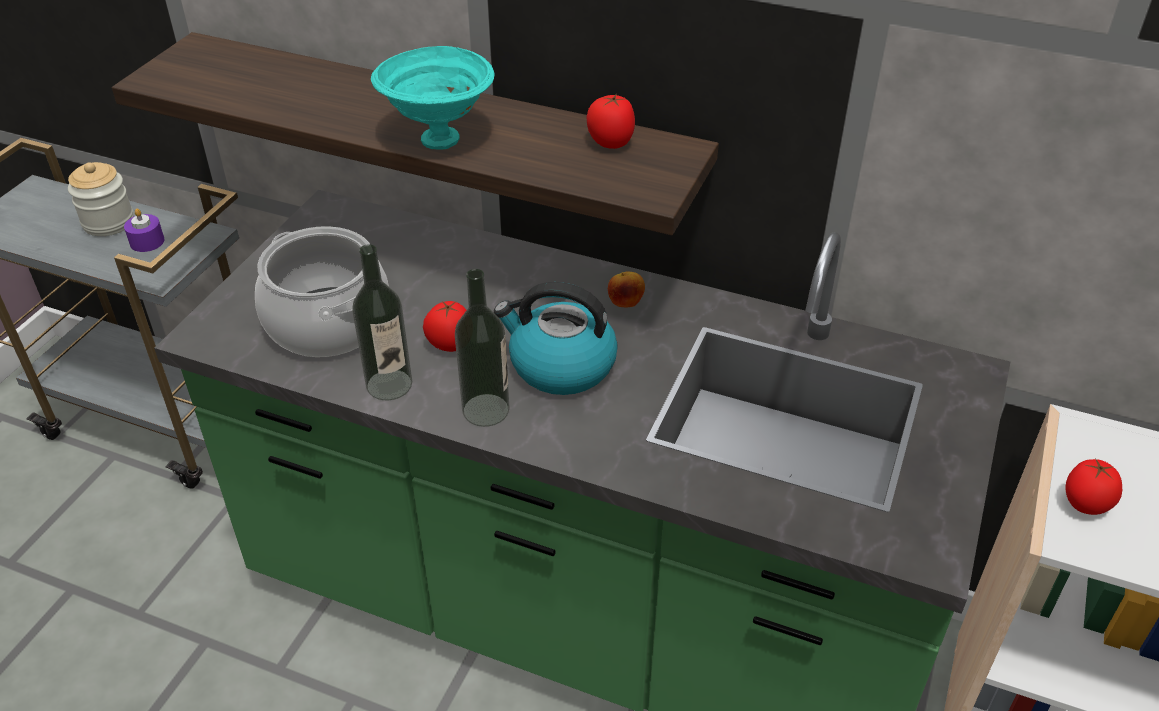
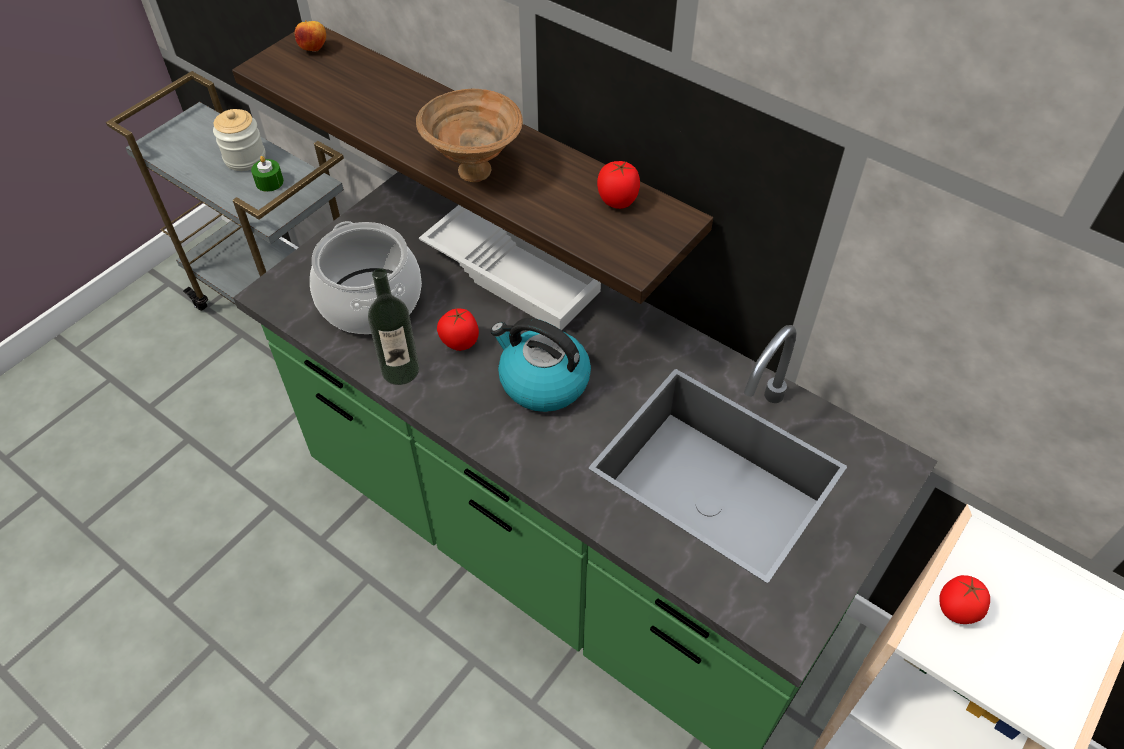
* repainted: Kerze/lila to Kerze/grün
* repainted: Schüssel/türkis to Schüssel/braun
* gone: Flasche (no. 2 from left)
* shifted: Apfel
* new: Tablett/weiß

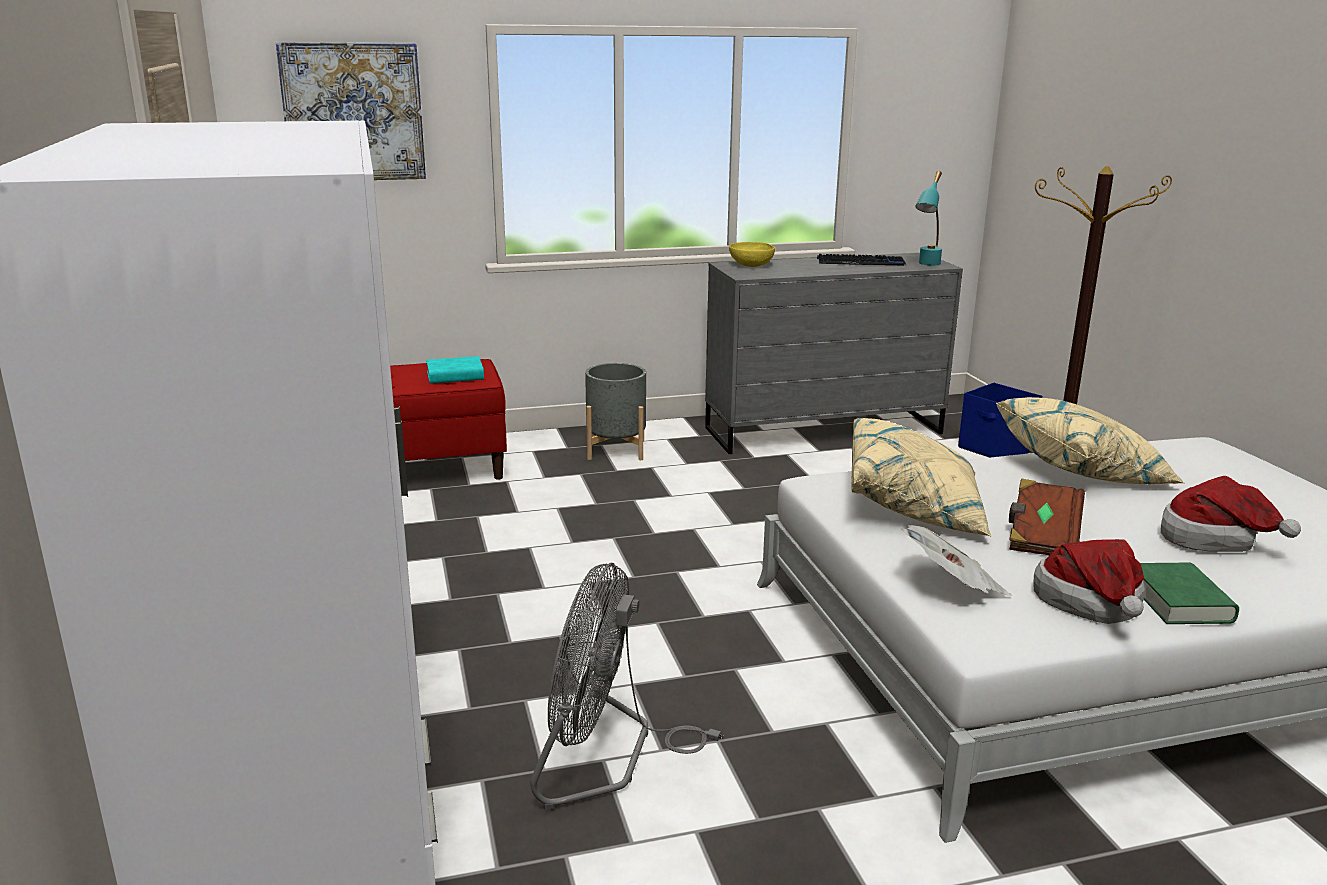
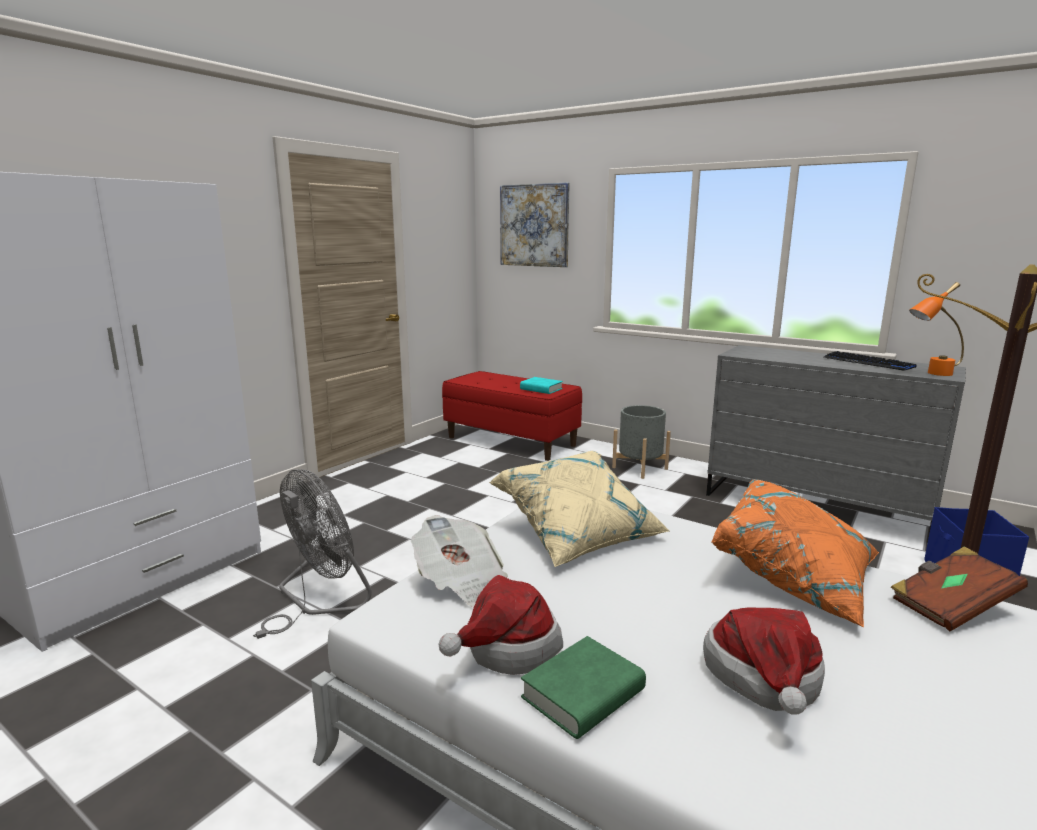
* rotated: Ventilator/grau 75 degrees clockwise
* gone: Schüssel/gelb
* repainted: Tischlampe/türkis to Tischlampe/orange
* repainted: Kissen/beige (no. 2 from left) to Kissen/orange
* shifted: Buch/braun

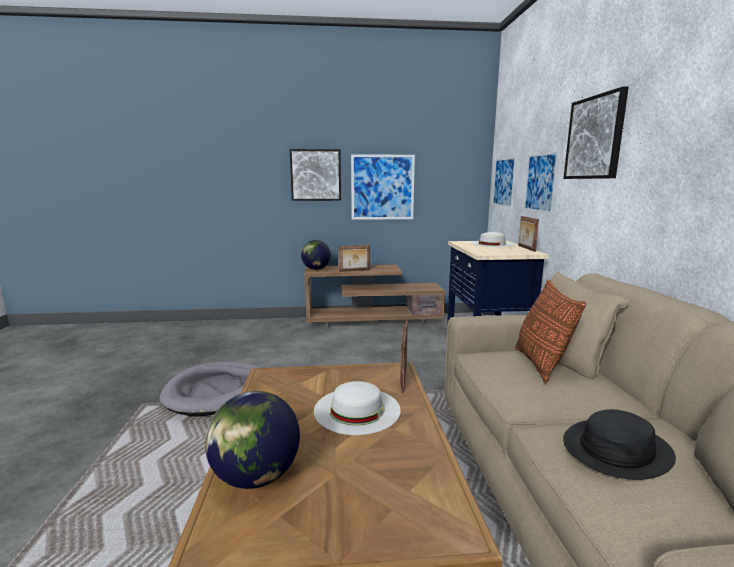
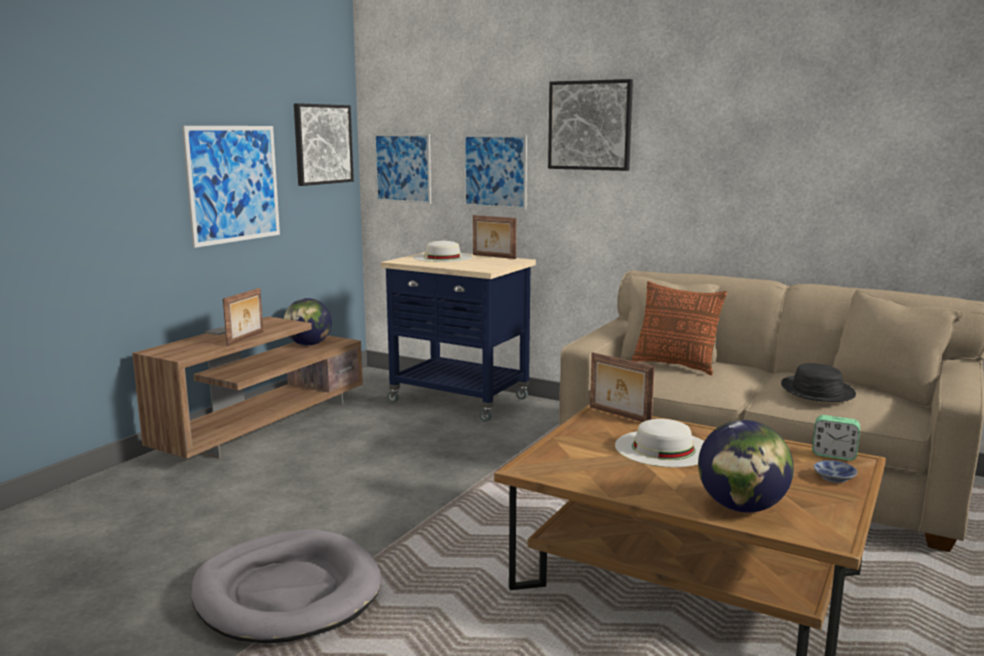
* shifted: Bild (no. 1 from left in the first image) to Bild (no. 2 from left)
* shifted: Globus (no. 2 from left in the first image) to Globus (no. 1 from left)
* new: Wecker
* new: Schüssel

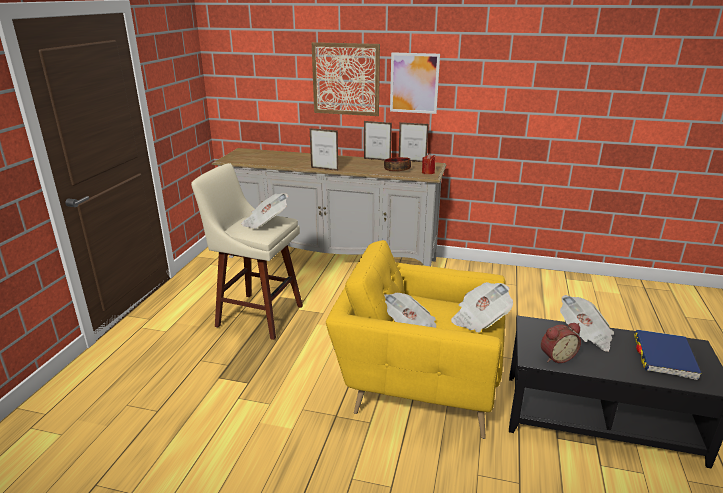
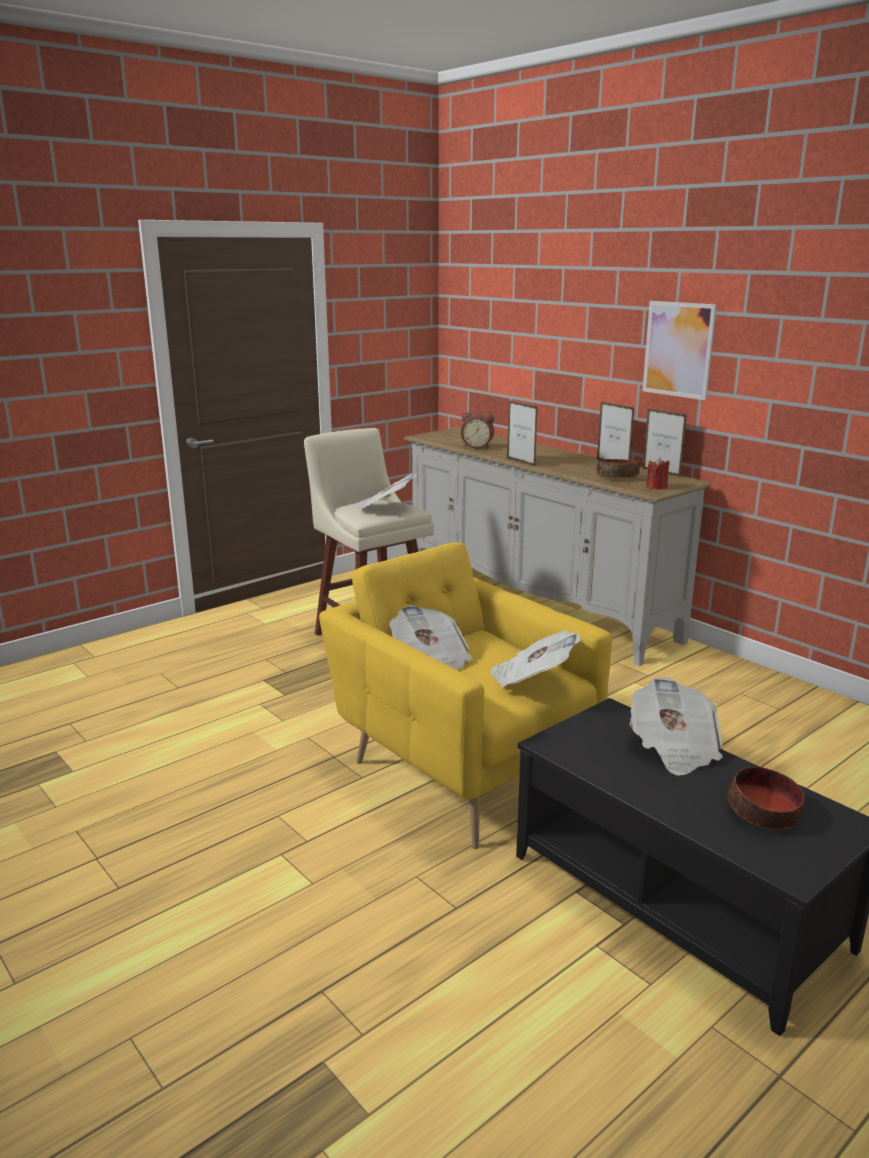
* gone: Bild (no. 1 from left)
* shifted: Wecker
* swapped: Buch/blau to Schüssel (no. 2 from left)

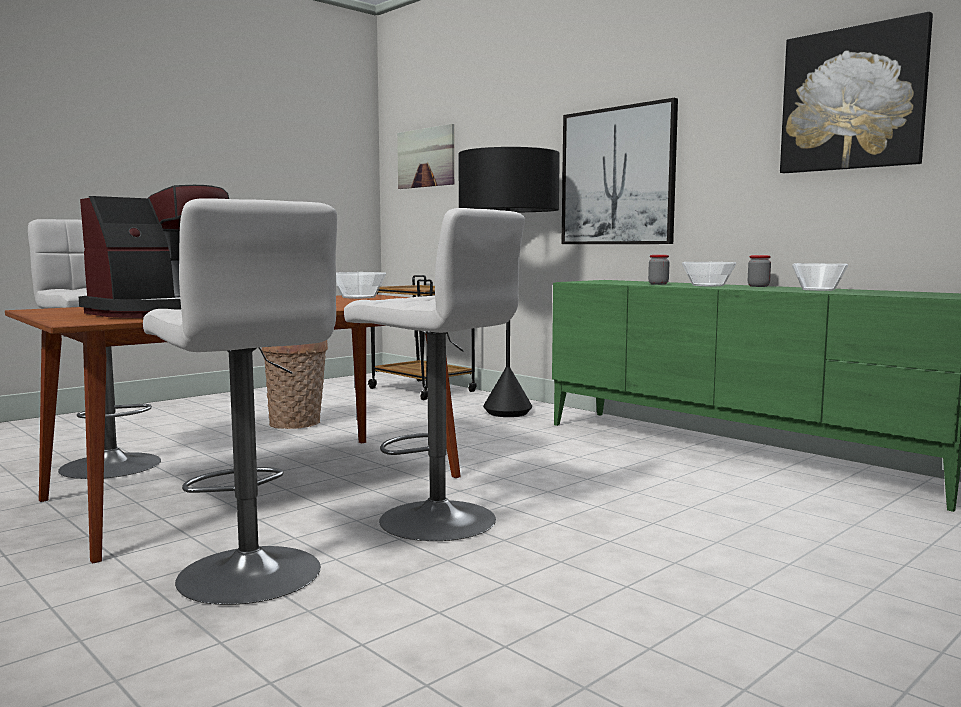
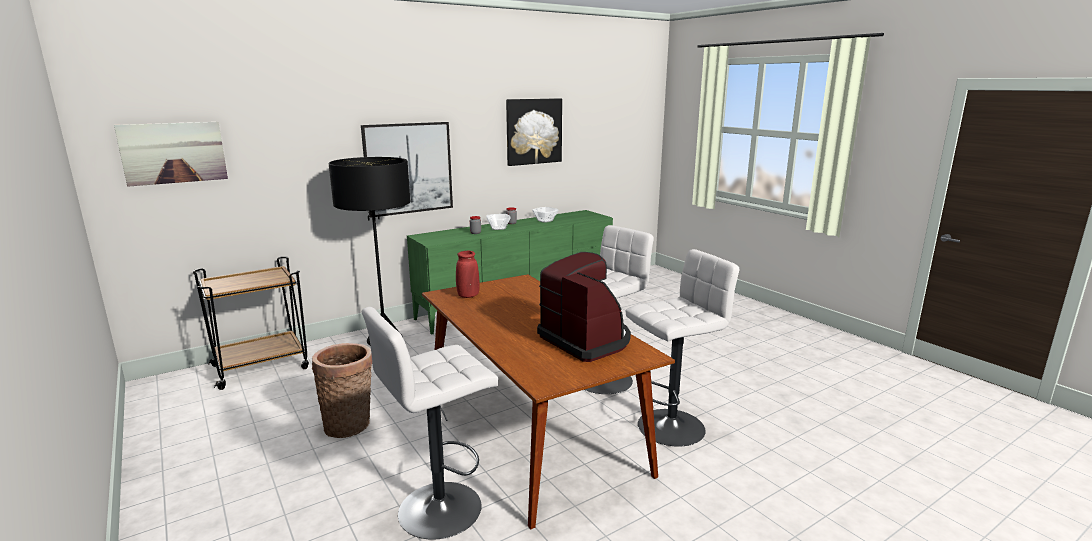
* swapped: Schüssel (no. 1 from left) to Vase/rot

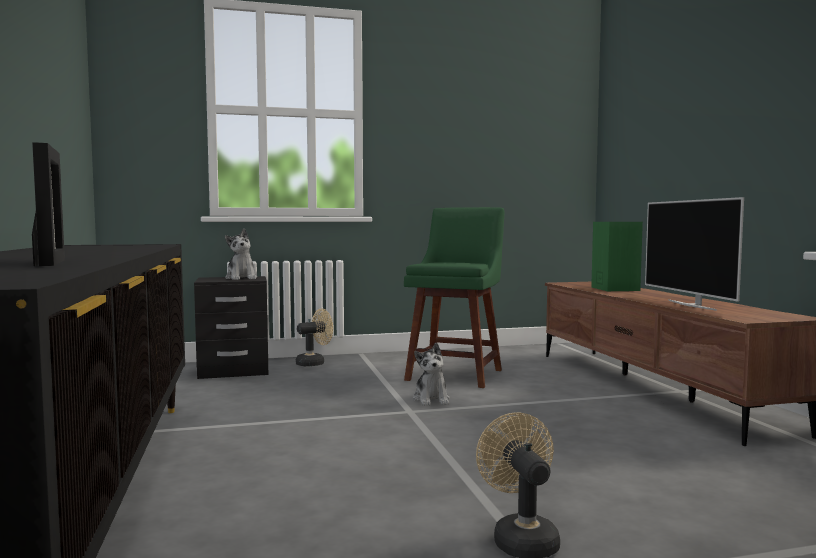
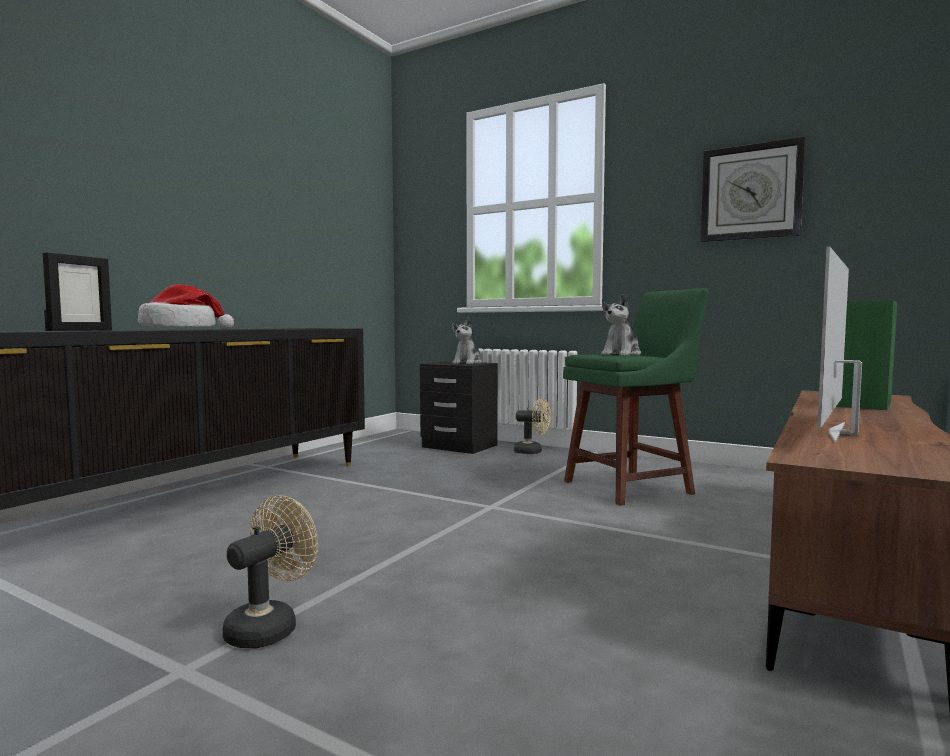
* shifted: Plüschtier (no. 2 from left)
* new: Hut
* new: Wanduhr

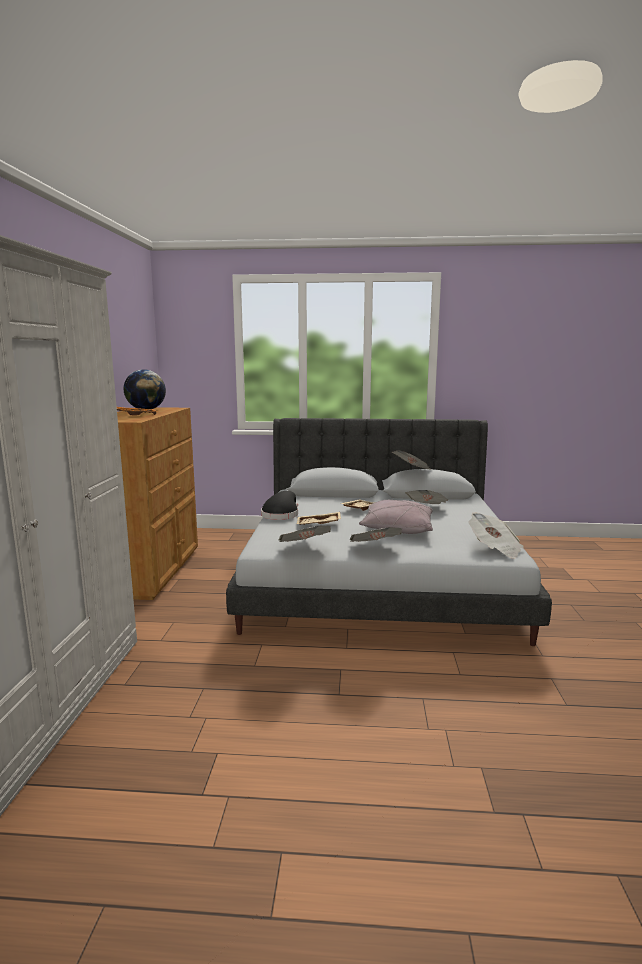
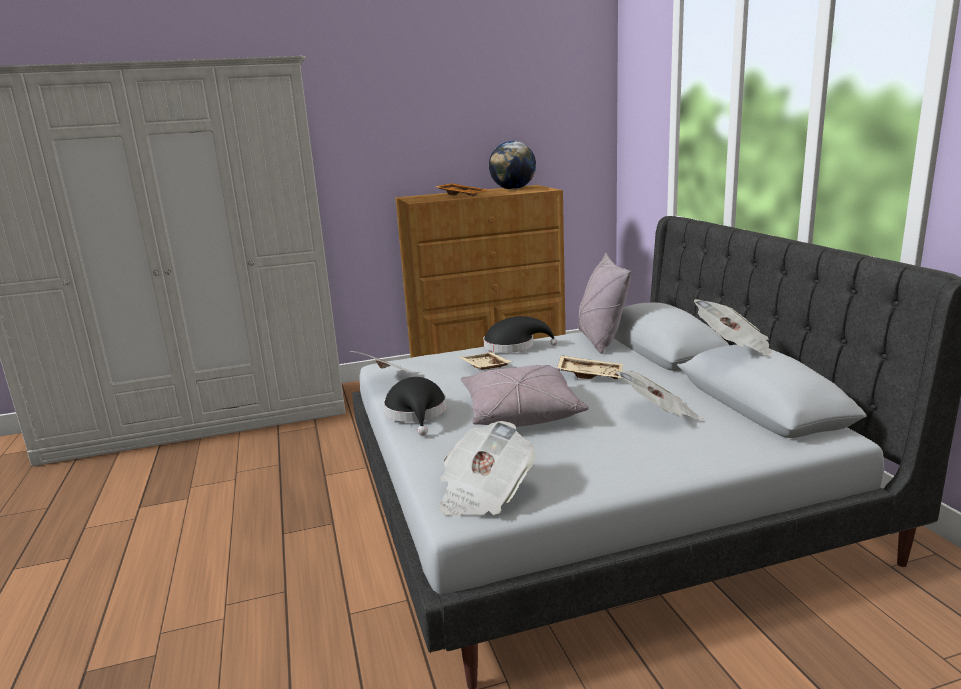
* swapped: Zeitung (no. 2 from left) to Hut/schwarz (no. 1 from left)
* new: Kissen/lila (no. 2 from left)

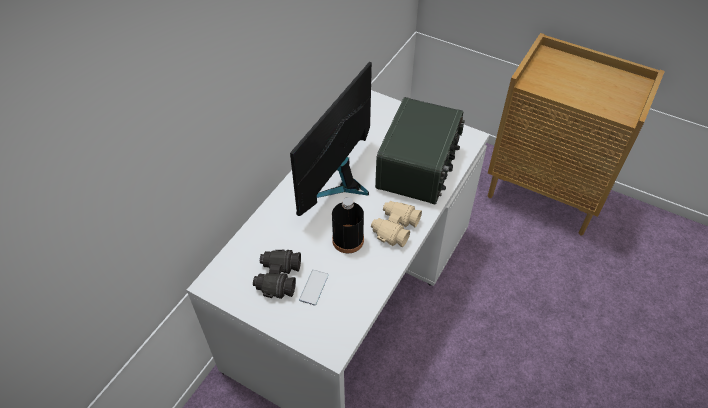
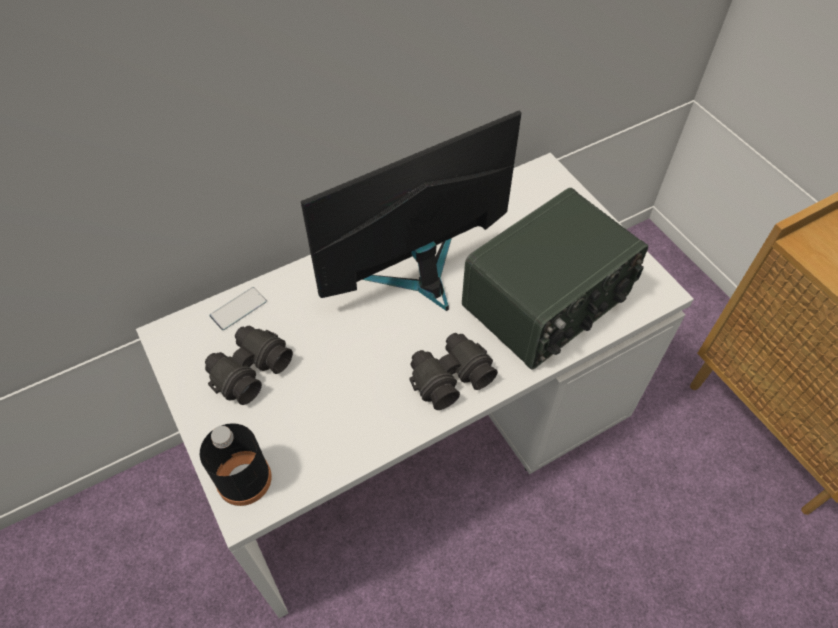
* shifted: Handy
* shifted: Flasche/schwarz
* repainted: Fernglas/beige to Fernglas/schwarz (no. 2 from left)

